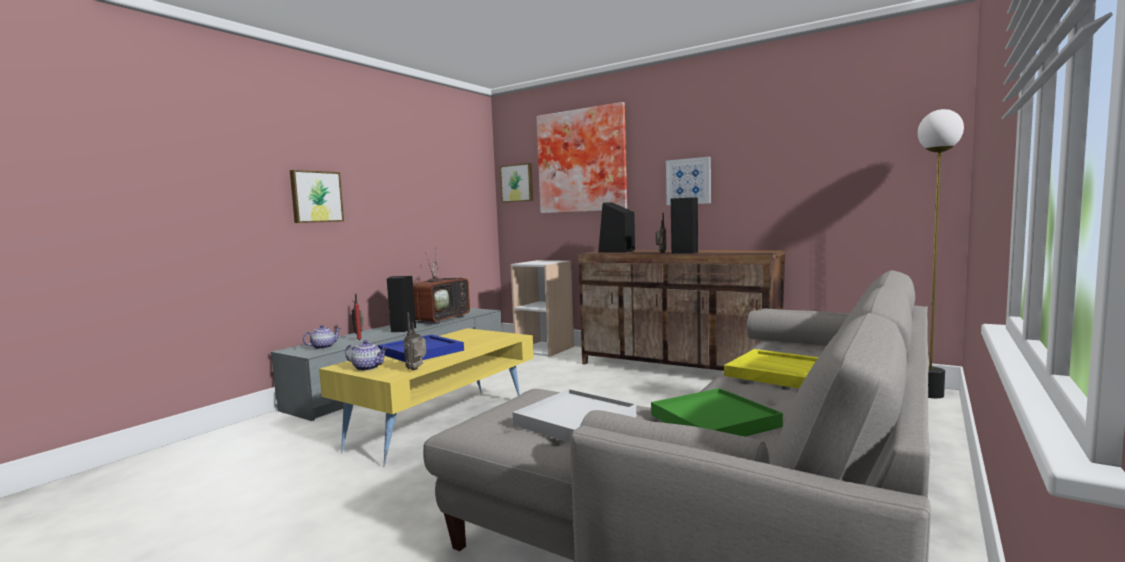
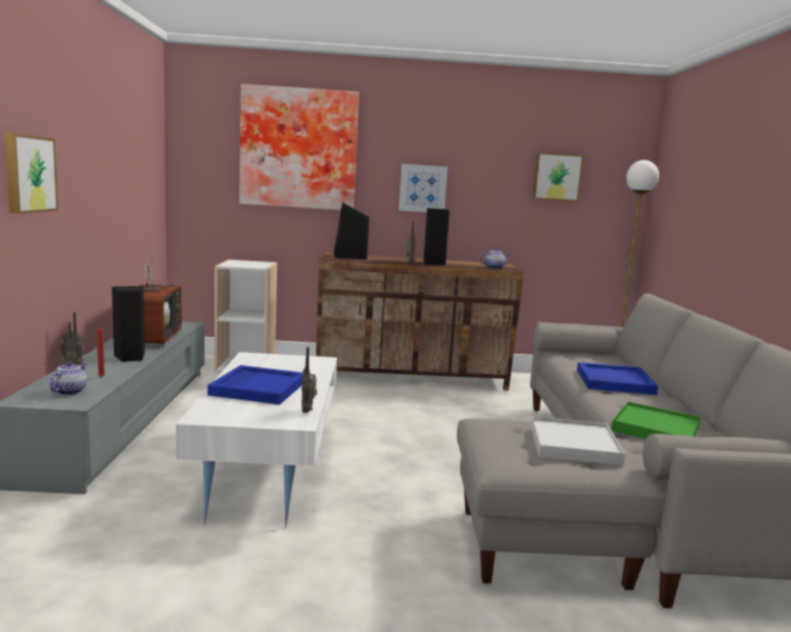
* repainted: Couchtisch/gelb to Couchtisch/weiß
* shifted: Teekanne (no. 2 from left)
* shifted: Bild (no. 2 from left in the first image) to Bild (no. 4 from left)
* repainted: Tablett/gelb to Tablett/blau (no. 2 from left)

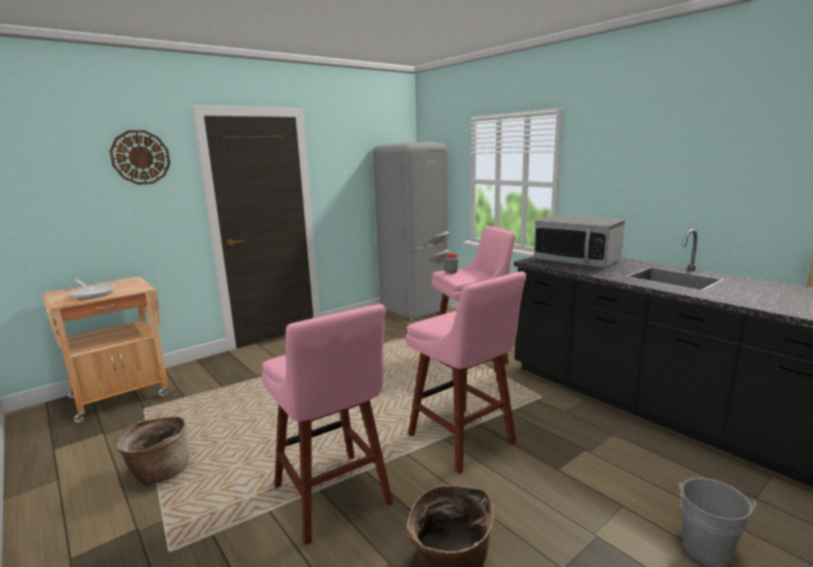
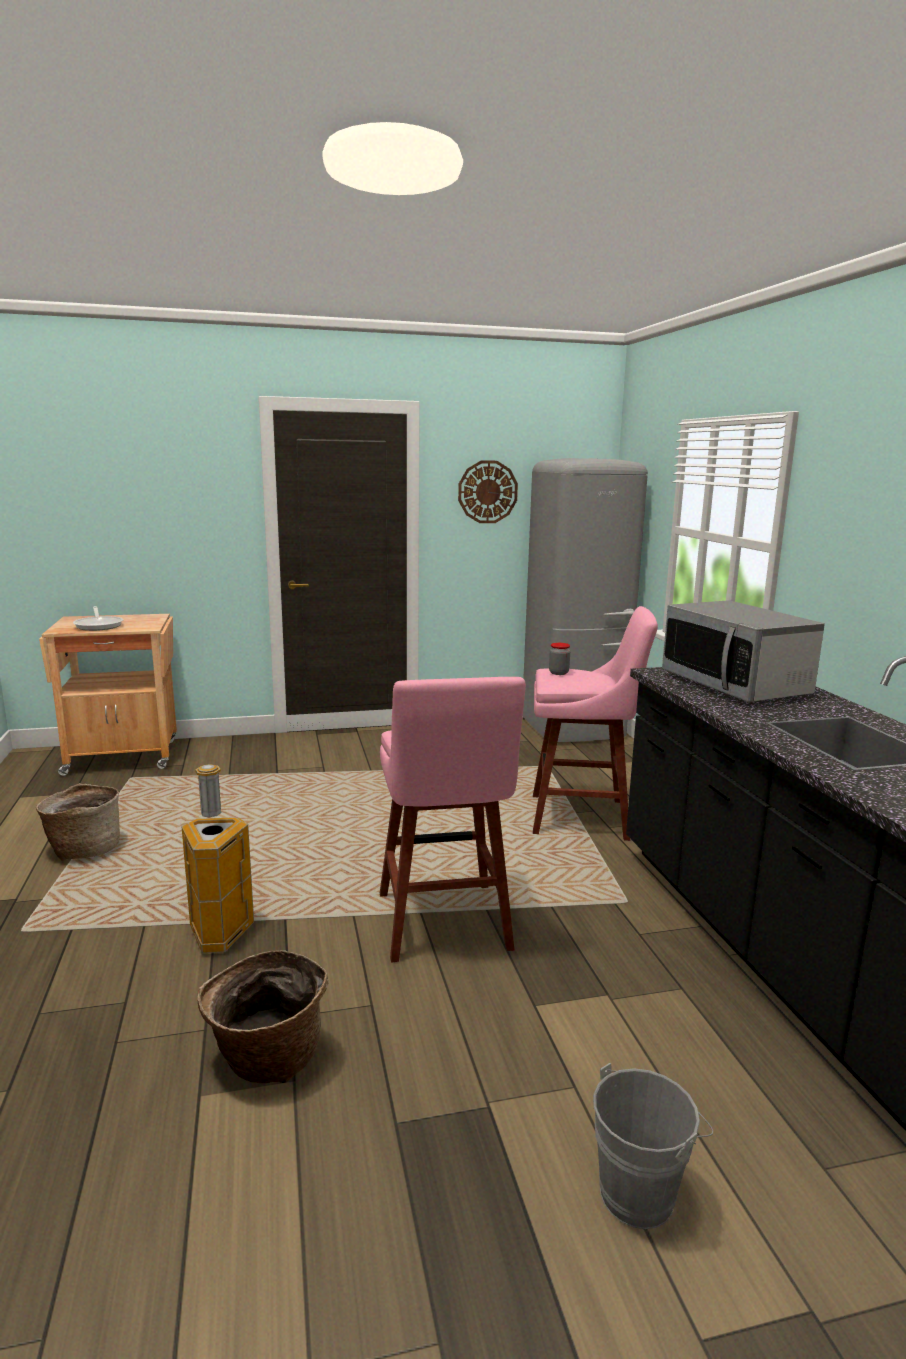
* shifted: Wanduhr
* swapped: Hocker/rosa (no. 1 from left) to Mülleimer

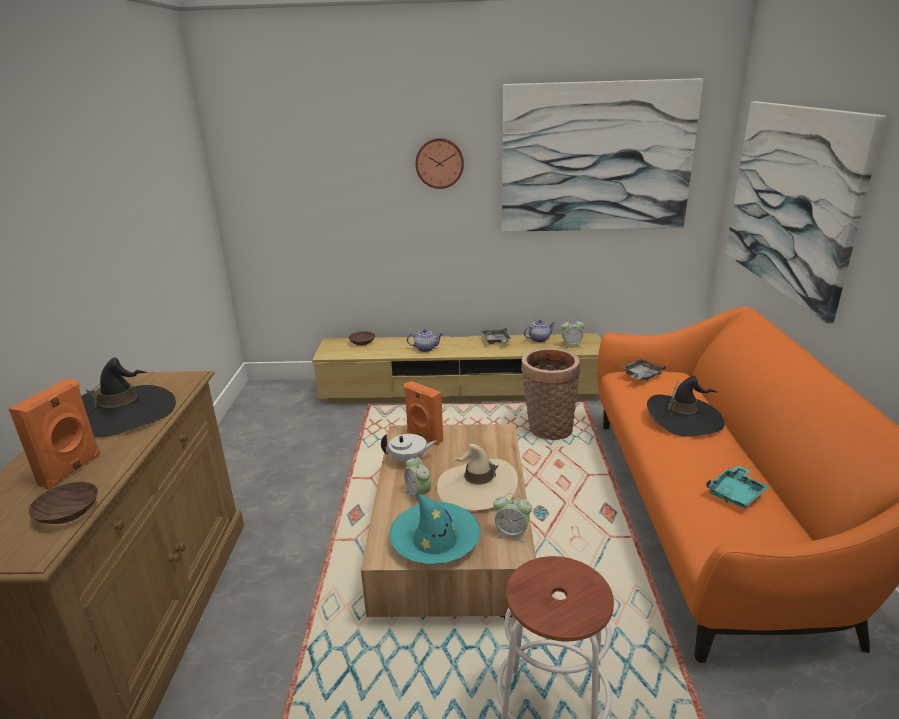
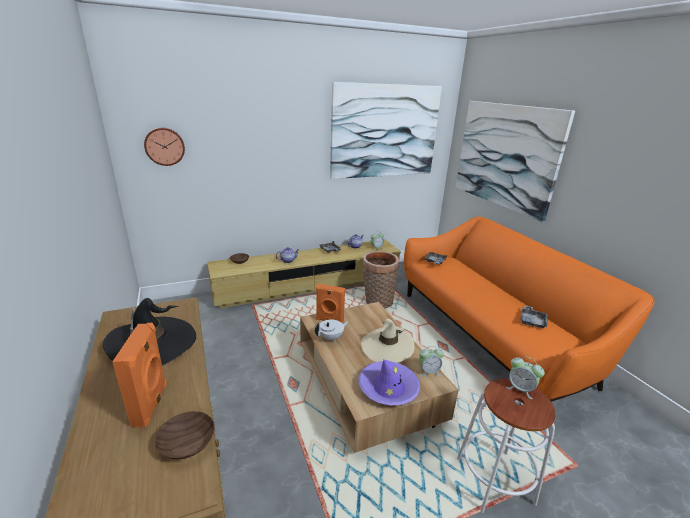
* repainted: Hut/türkis to Hut/lila
* shifted: Wecker (no. 1 from left in the first image) to Wecker (no. 3 from left)
* shifted: Wanduhr
* gone: Hut/schwarz (no. 2 from left)
* repainted: Tablett/türkis to Tablett/grau (no. 3 from left)

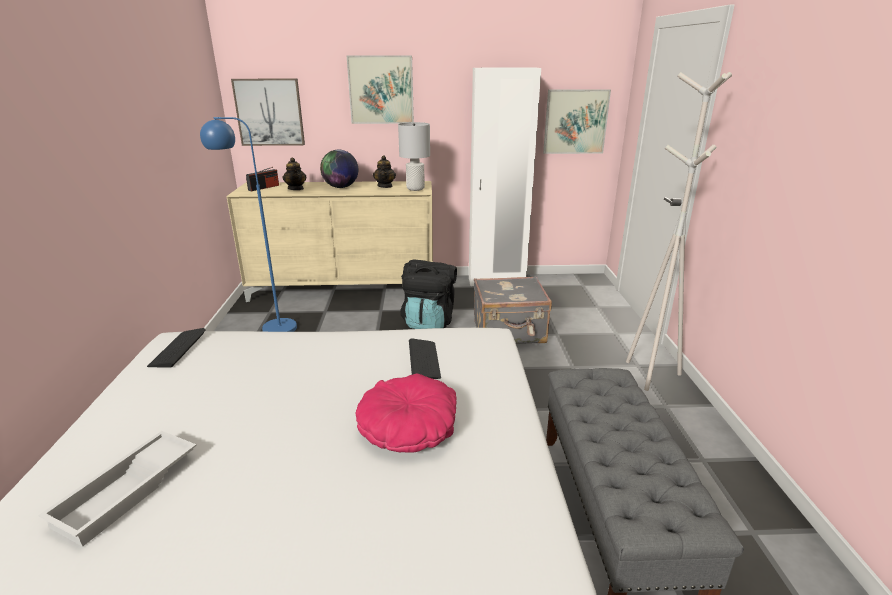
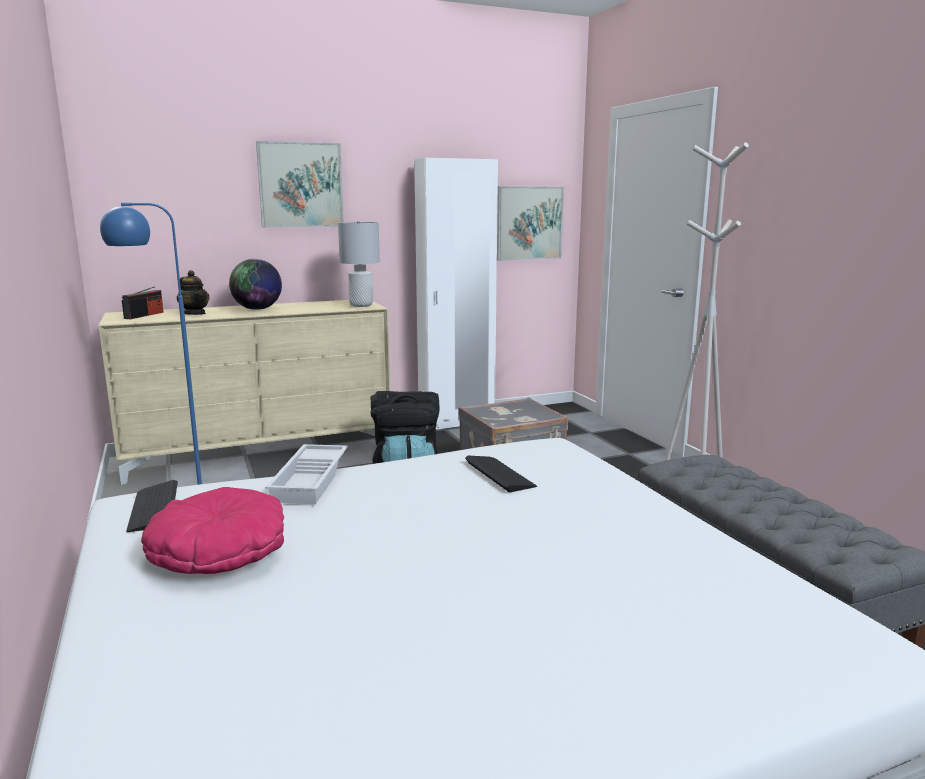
* shifted: Tablett/weiß
* gone: Bild (no. 1 from left)
* shifted: Kissen/rosa
* gone: Teekanne (no. 2 from left)

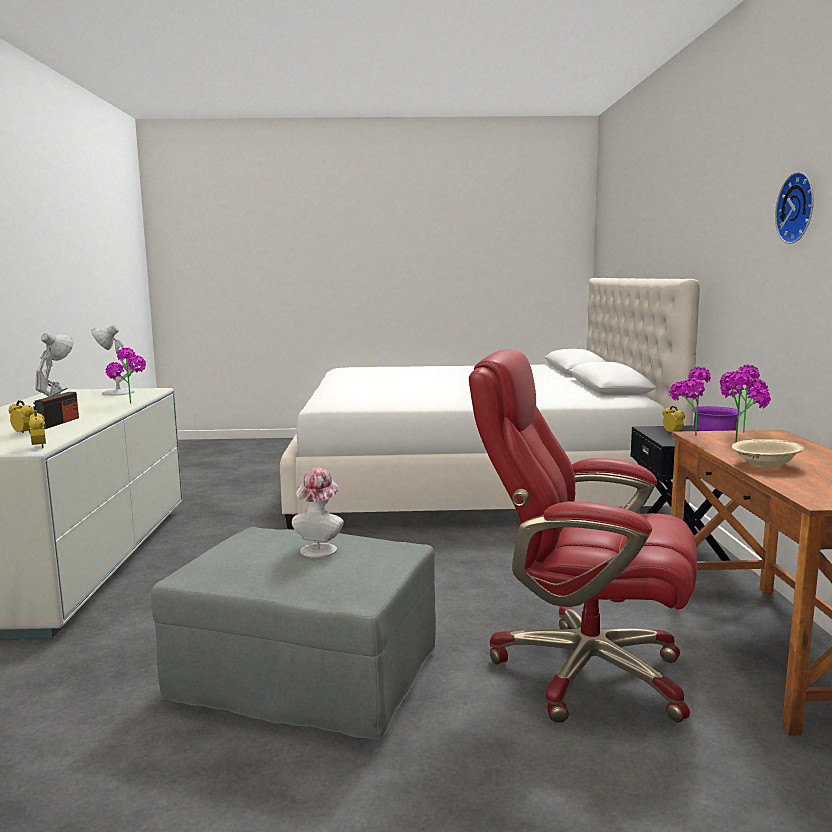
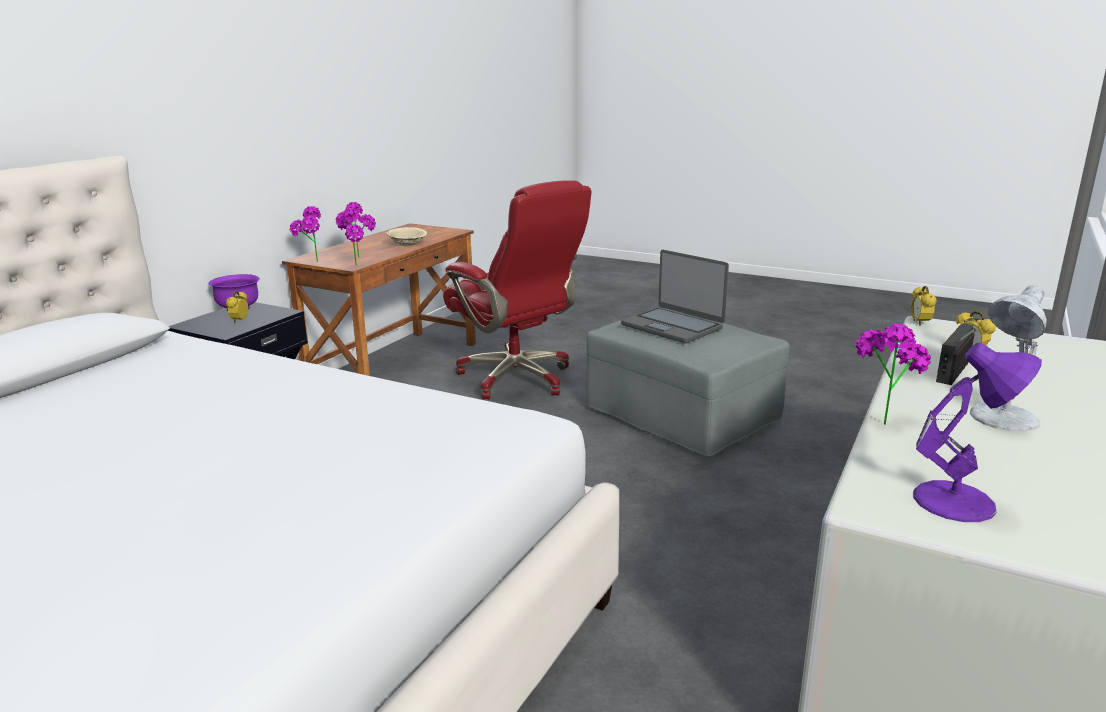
* repainted: Tischlampe/weiß (no. 2 from left) to Tischlampe/lila
* swapped: Hut to Laptop
* gone: Wanduhr

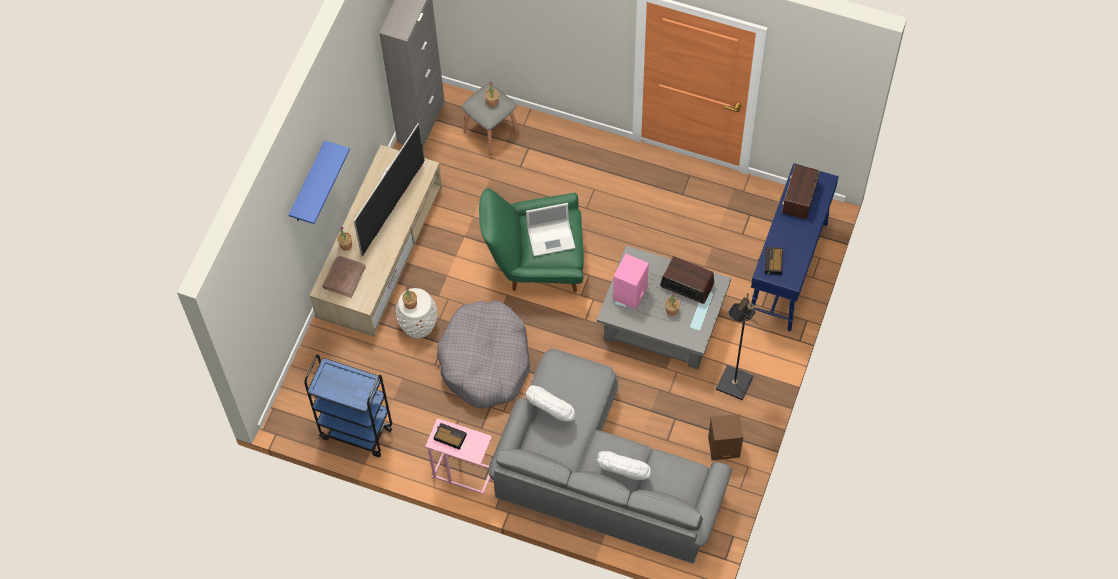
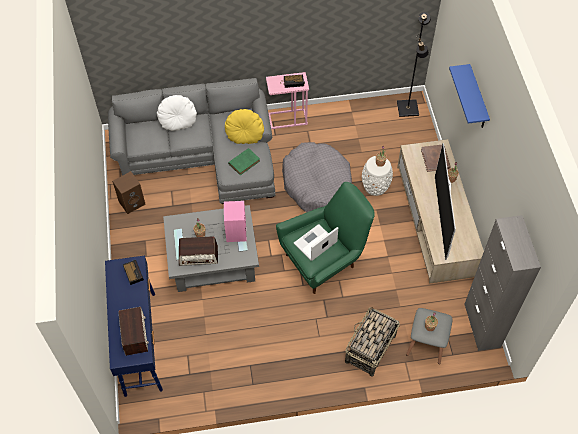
* gone: Rollwagen/blau
* repainted: Kissen/weiß (no. 1 from left) to Kissen/gelb
* shifted: Stehlampe/schwarz
* new: Buch/grün
* new: Korb

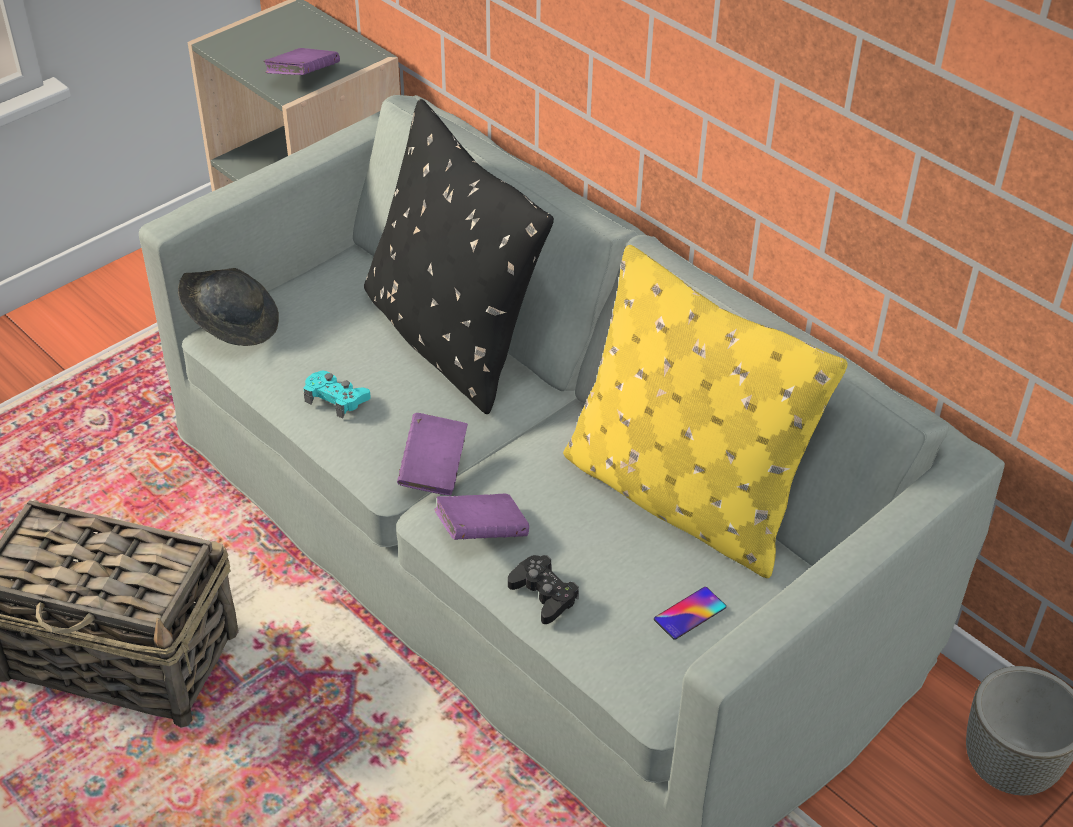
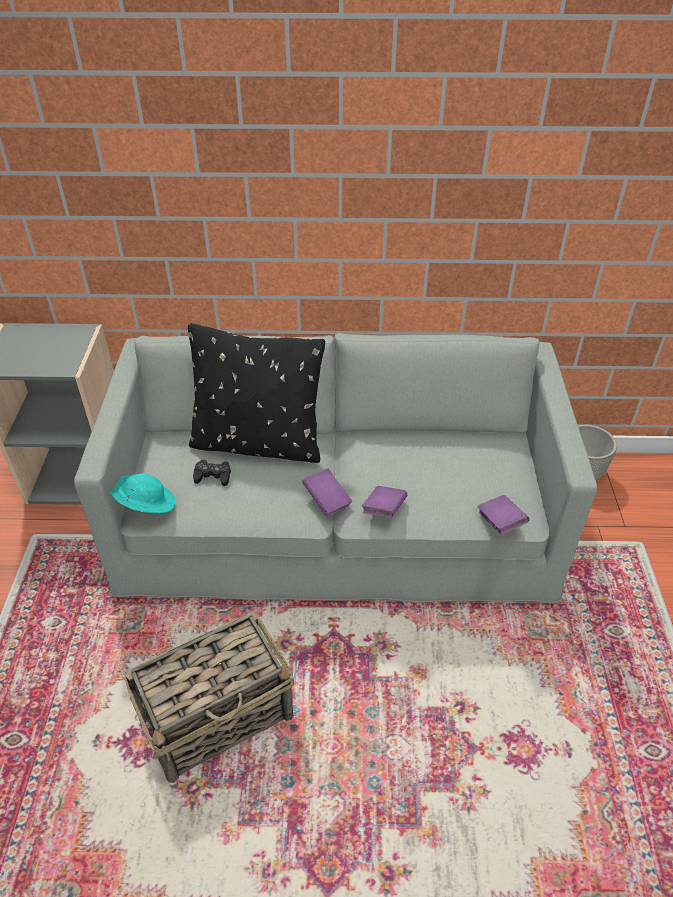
* repainted: Hut/grau to Hut/türkis
* shifted: Buch/lila (no. 1 from left in the first image) to Buch/lila (no. 3 from left)
* gone: Gamepad/türkis
* shifted: Gamepad/schwarz
* gone: Kissen/gelb
* gone: Handy

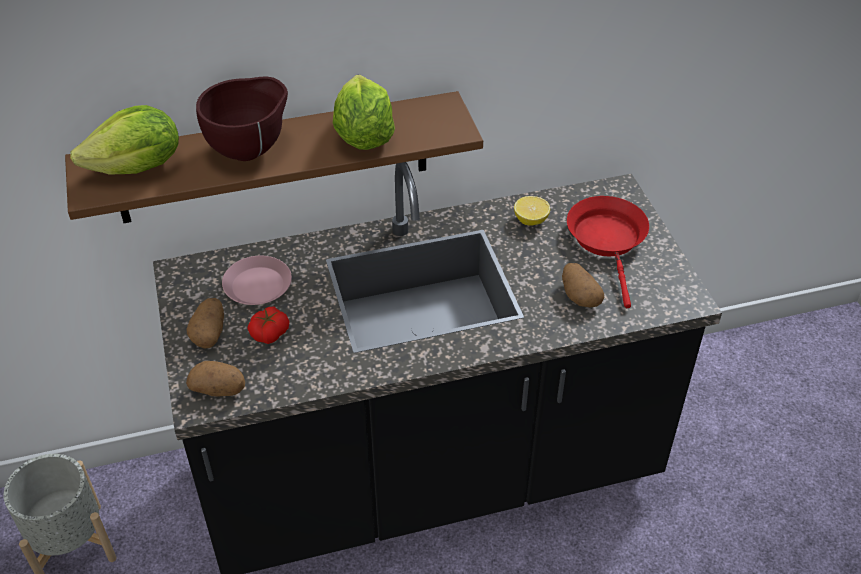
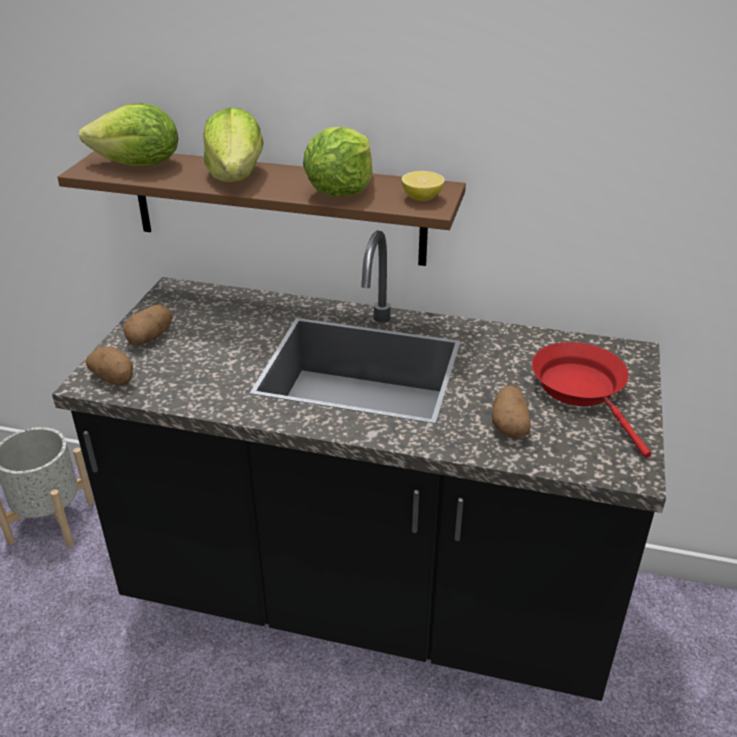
* swapped: Schüssel/braun to Salatkopf (no. 2 from left)
* gone: Teller/rosa
* gone: Tomate
* shifted: Zitrone
* rotated: Pfanne/rot 45 degrees counterclockwise

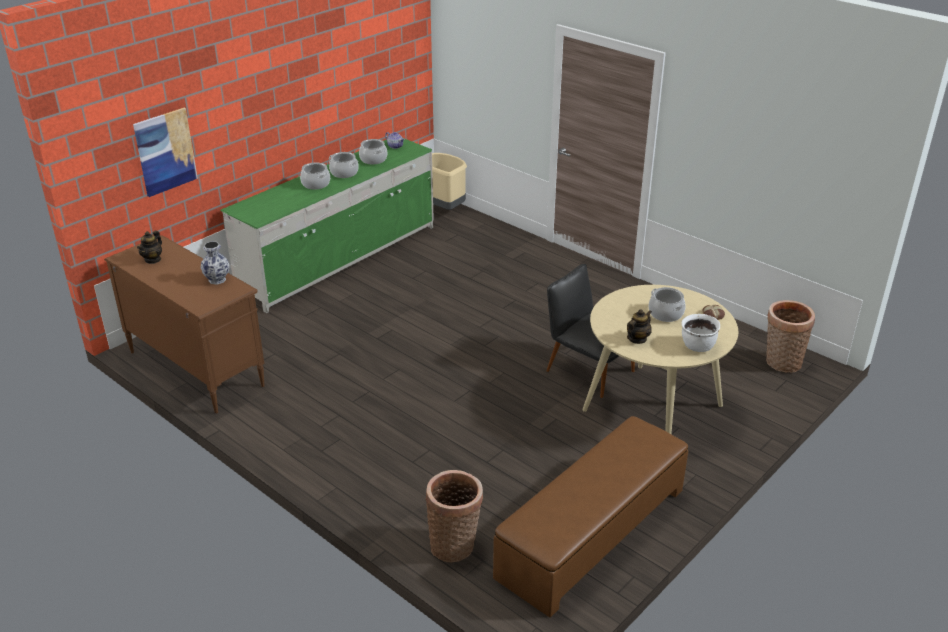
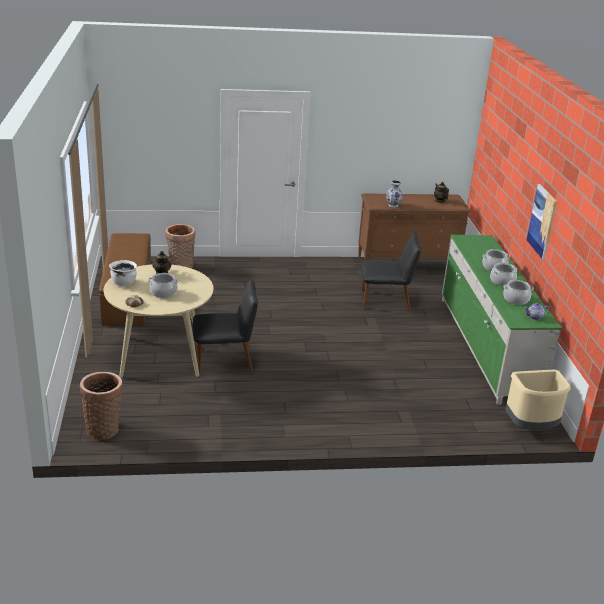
* shifted: Bild
* new: Stuhl/schwarz (no. 2 from left)

